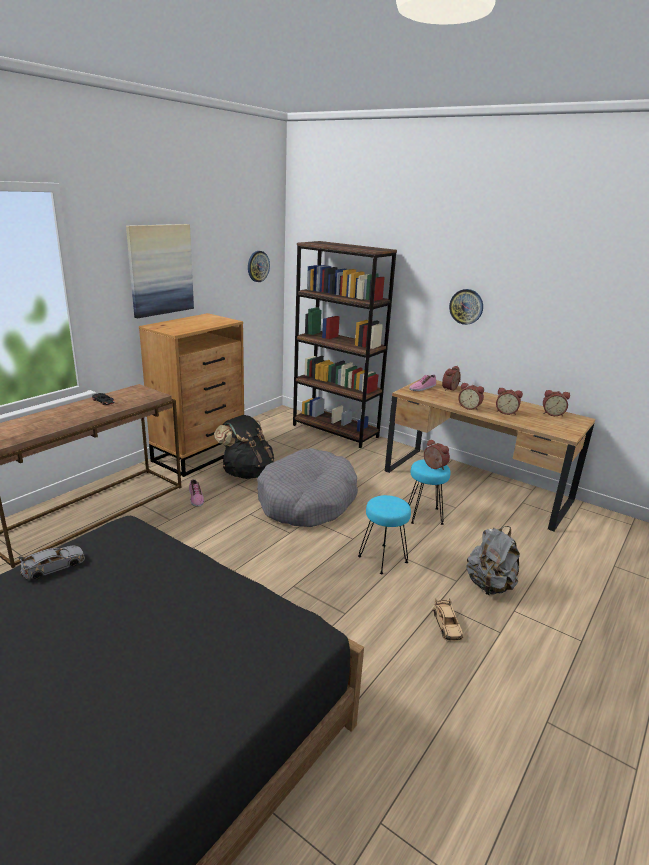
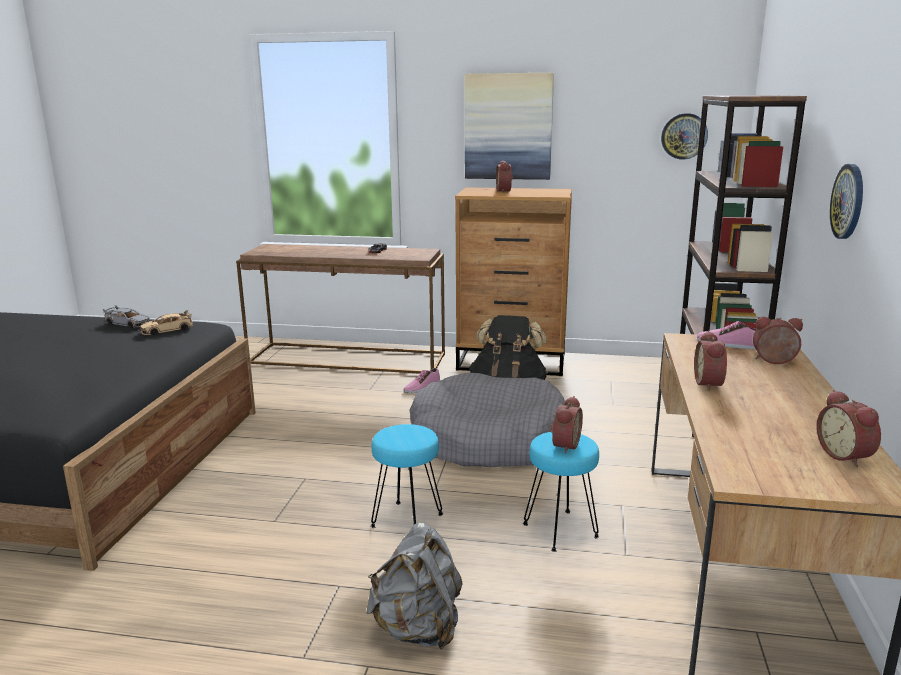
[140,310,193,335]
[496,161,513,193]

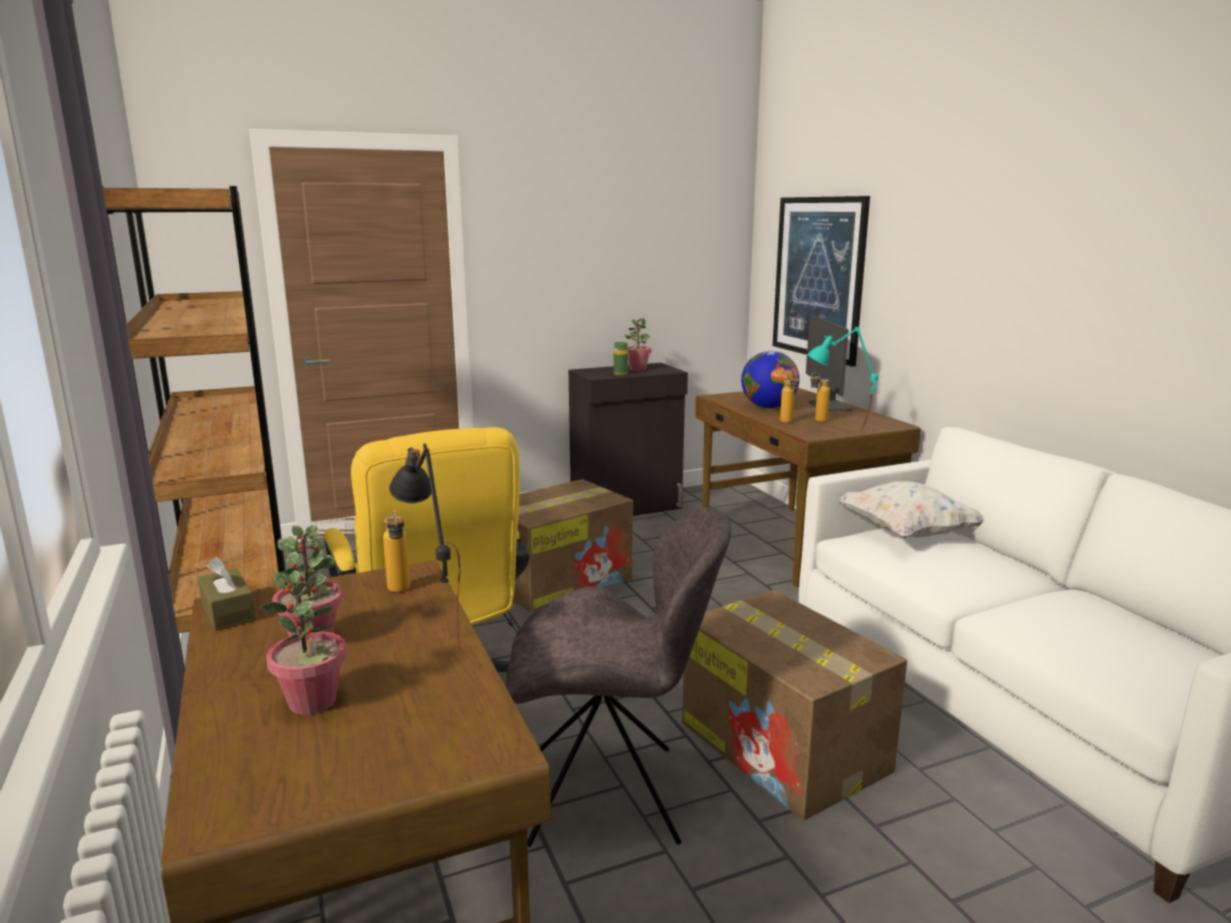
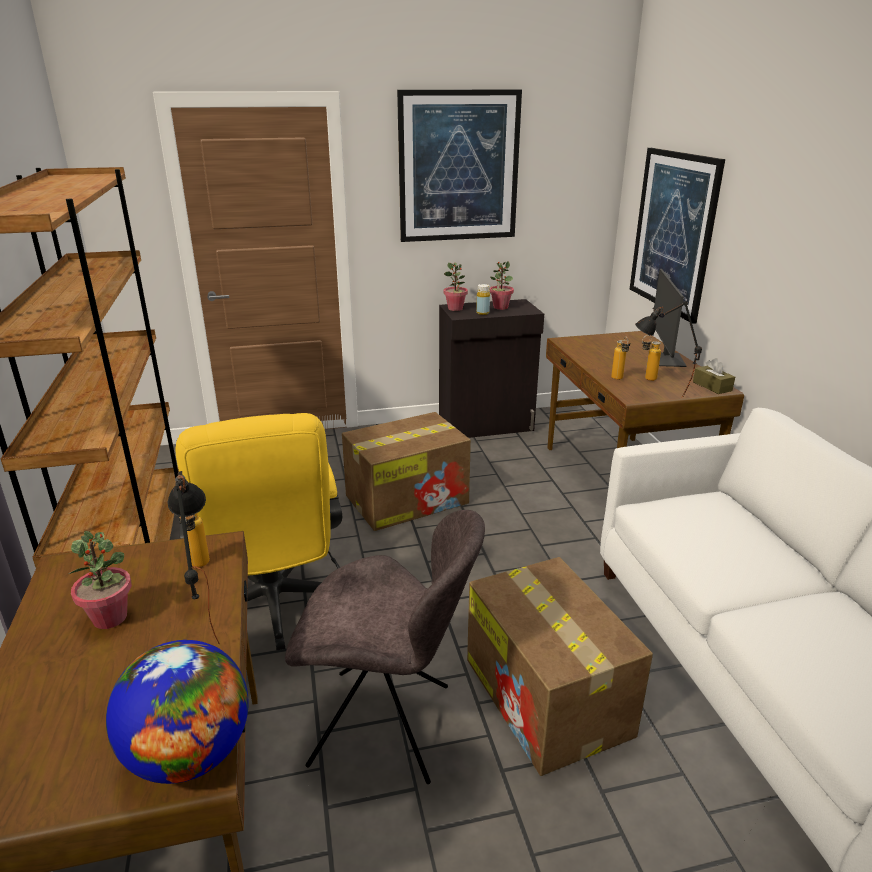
[838,481,984,539] (first image)
[397,90,522,242]
[693,358,735,394]
[444,262,468,311]
[106,640,249,784]
[476,284,490,315]
[635,301,702,398]

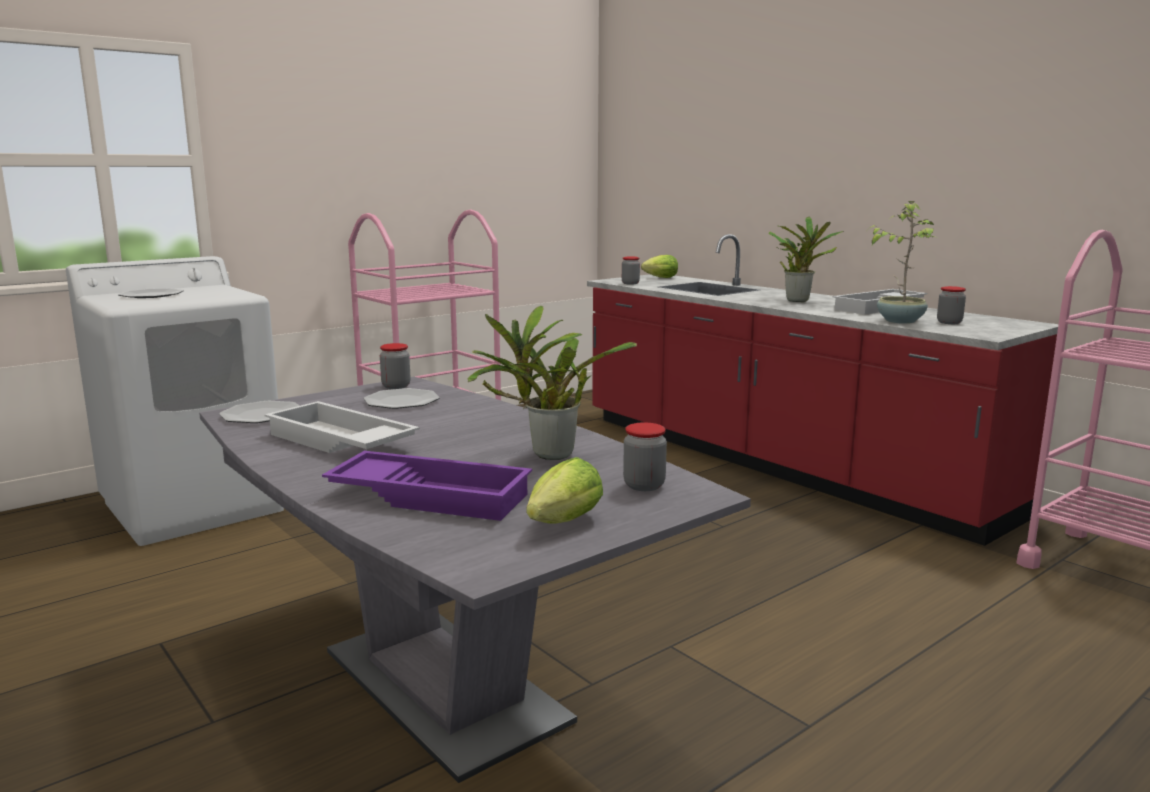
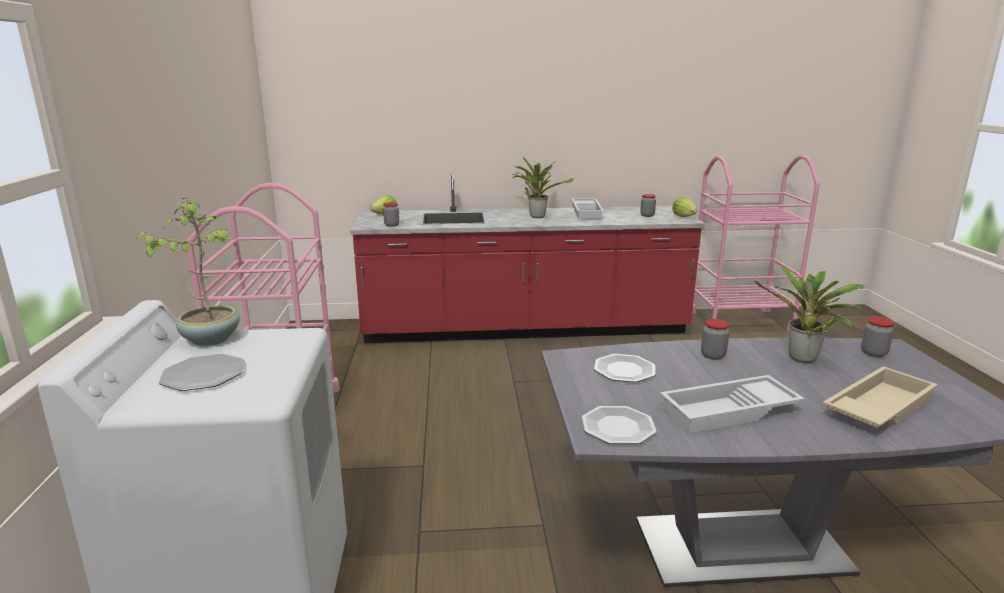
[701,319,729,360]
[672,197,698,217]
[134,197,240,346]
[823,366,938,428]

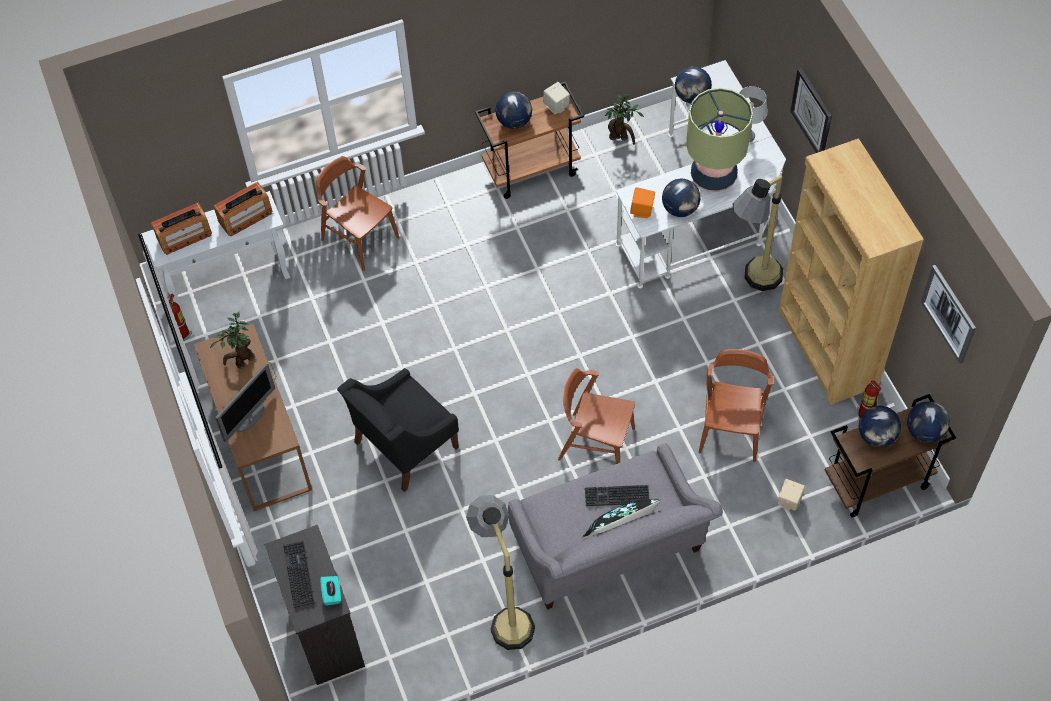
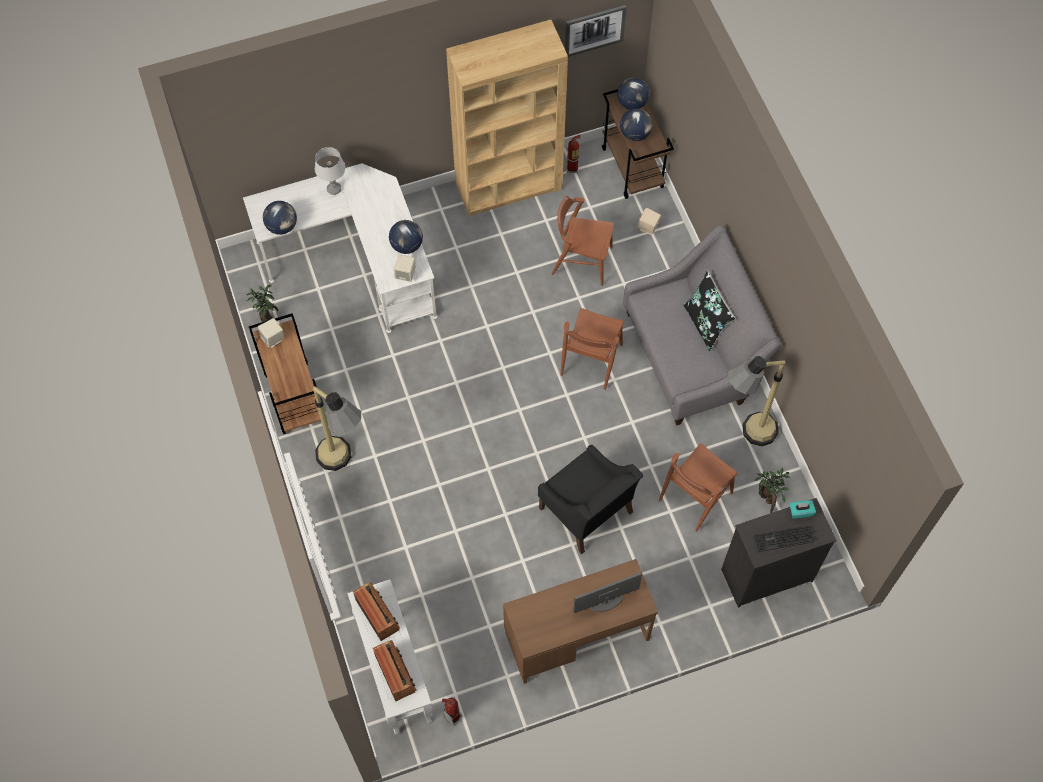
[495,92,532,129] (first image)
[585,485,649,506] (first image)
[686,88,753,192] (first image)
[790,68,832,153] (first image)
[754,467,790,513]
[659,443,737,532]
[313,386,361,471]
[394,255,416,282]
[573,572,642,613]

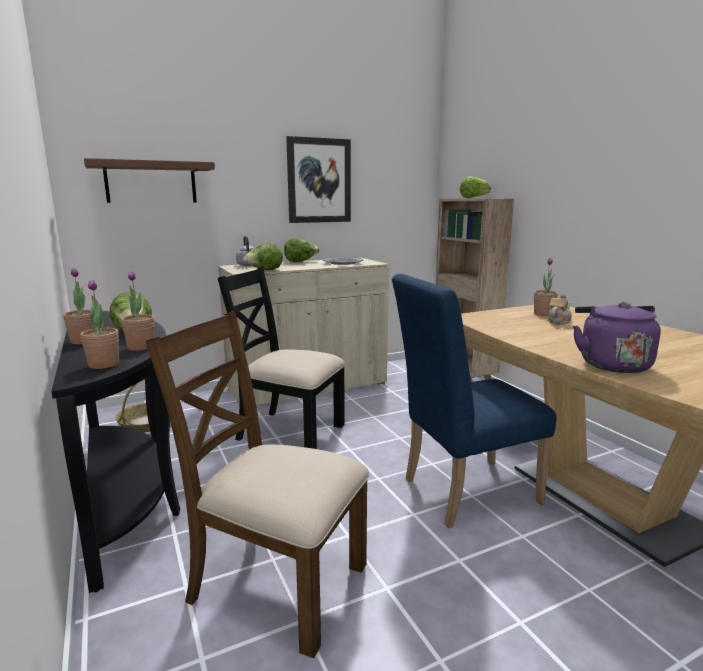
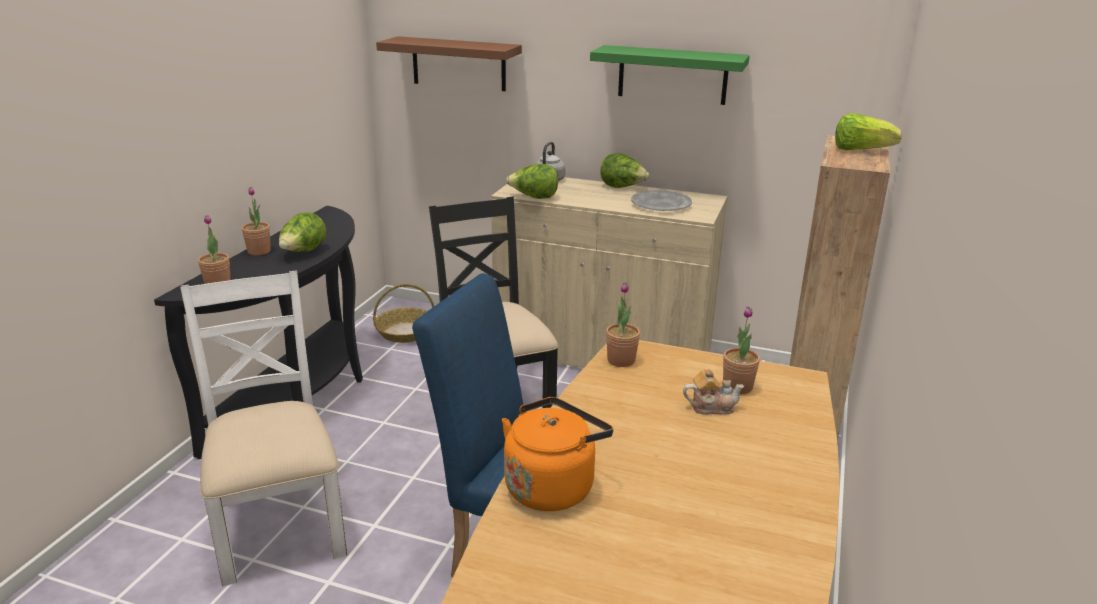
[606,282,640,367]
[590,45,750,105]
[180,271,347,586]
[502,397,613,511]

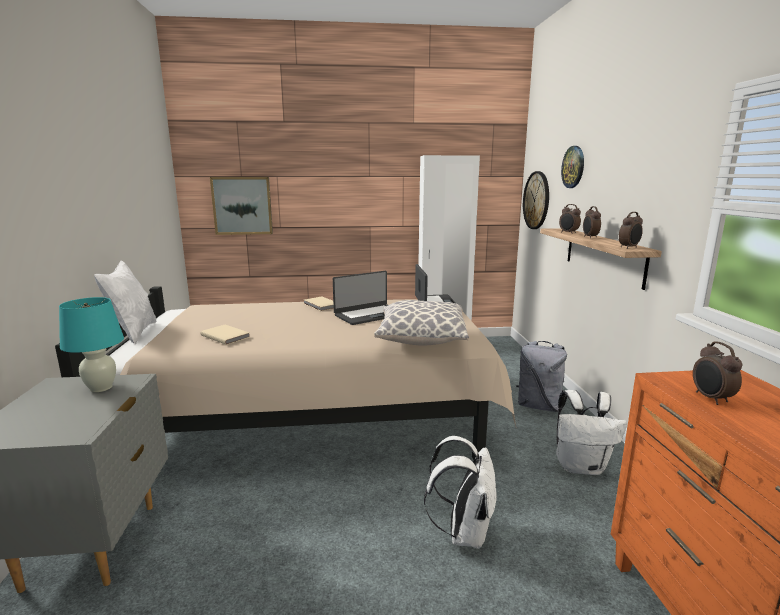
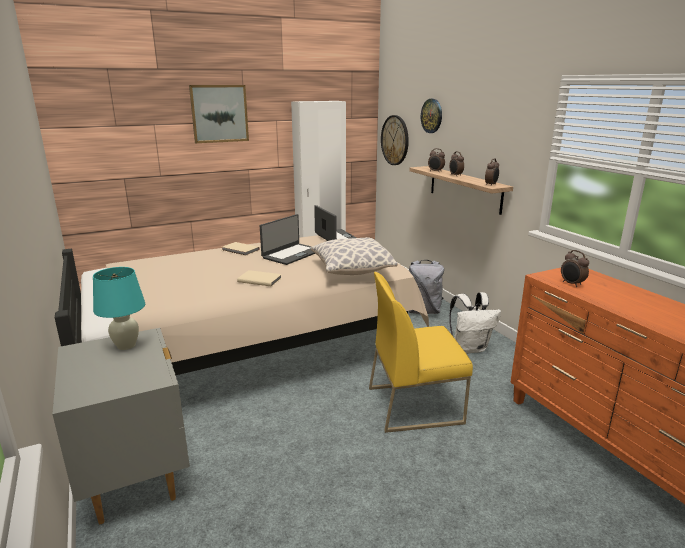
[94,260,157,344] (first image)
[237,270,282,287]
[189,85,249,143]
[369,272,473,433]

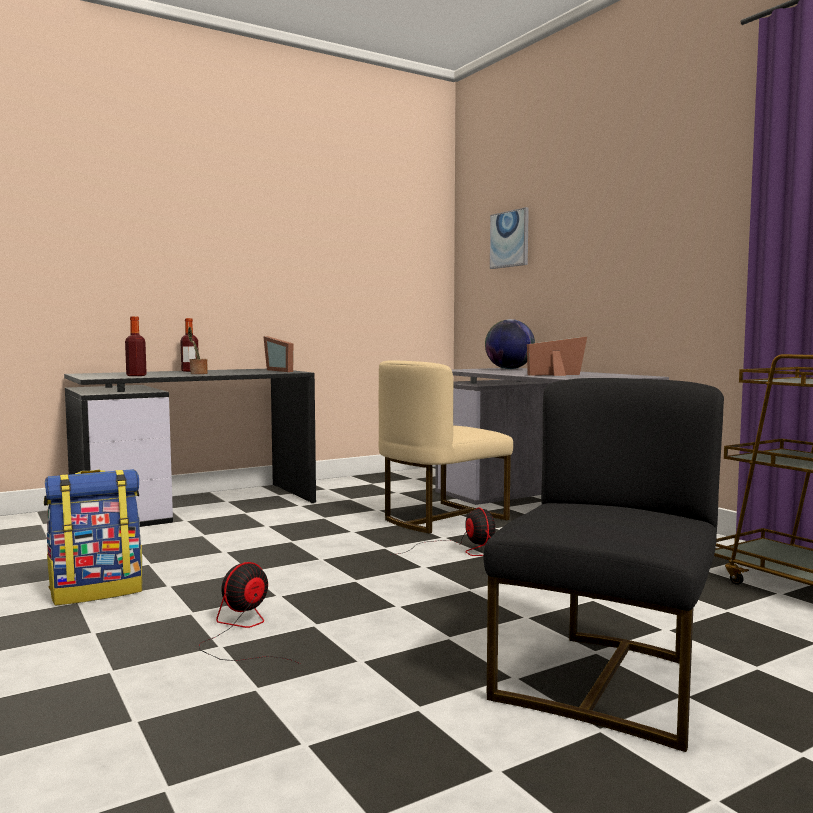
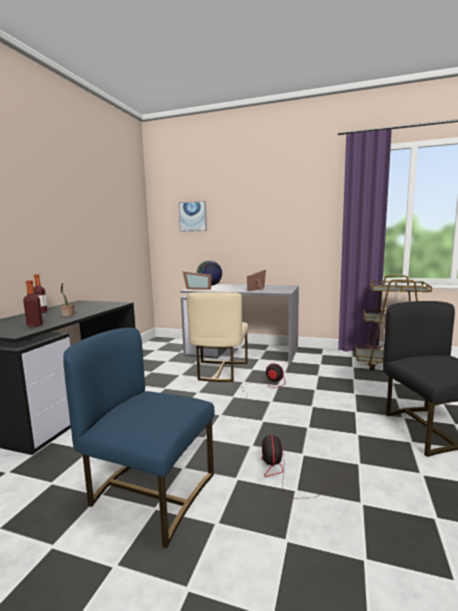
[183,271,211,290]
[63,328,215,548]

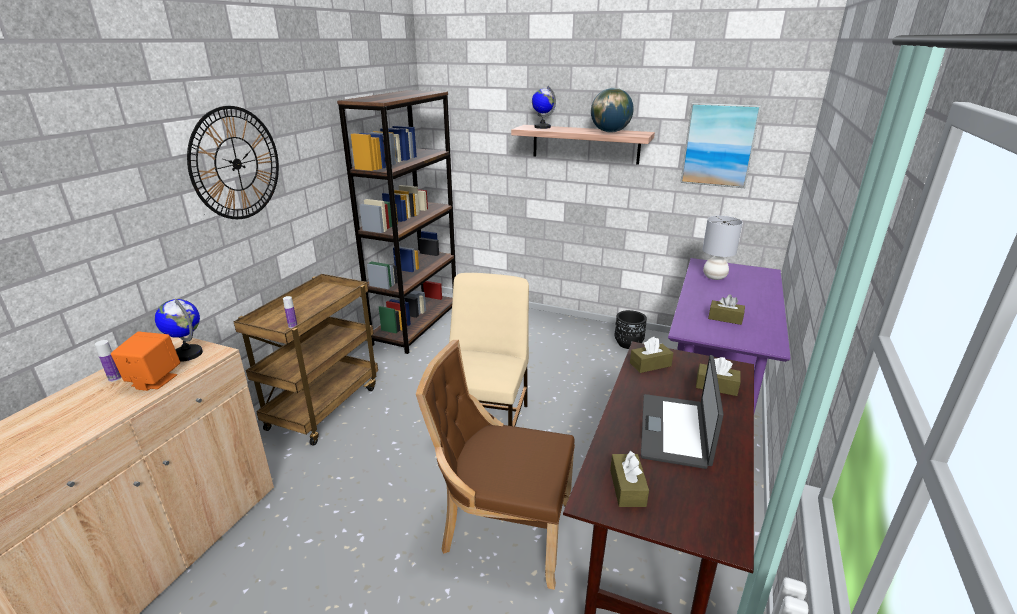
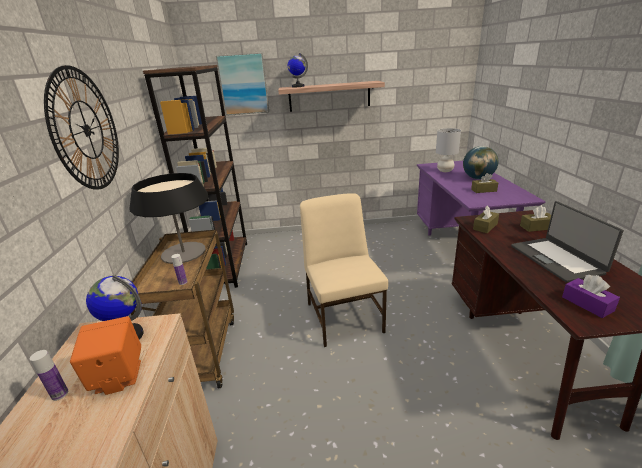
[416,340,575,590] (first image)
[615,310,647,349] (first image)
[129,173,209,264]
[463,146,499,179]
[216,53,269,116]
[562,275,620,318]

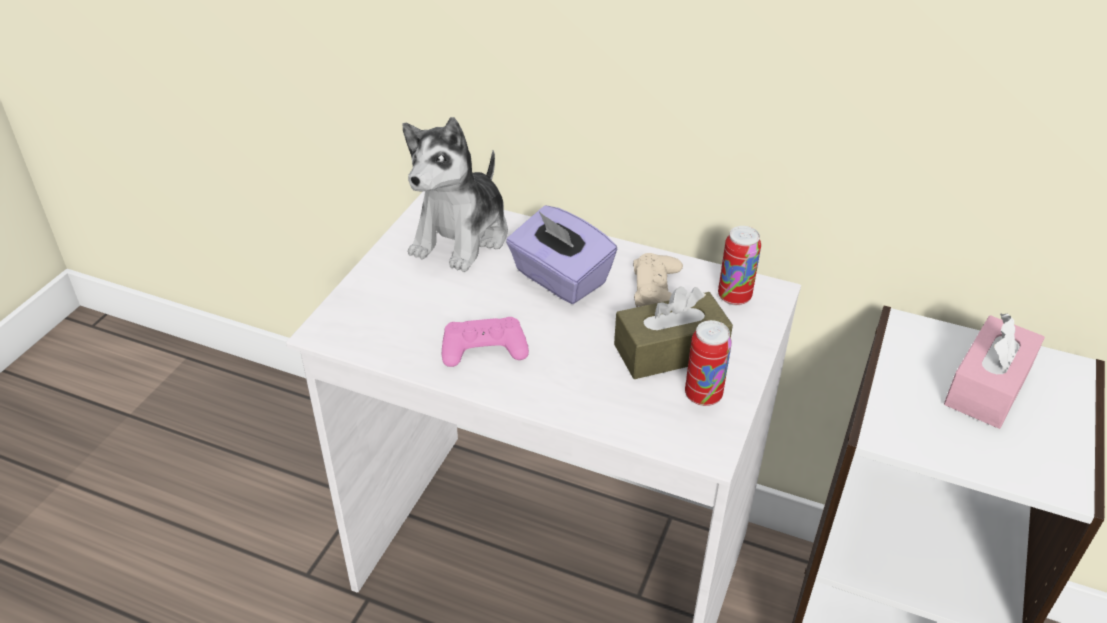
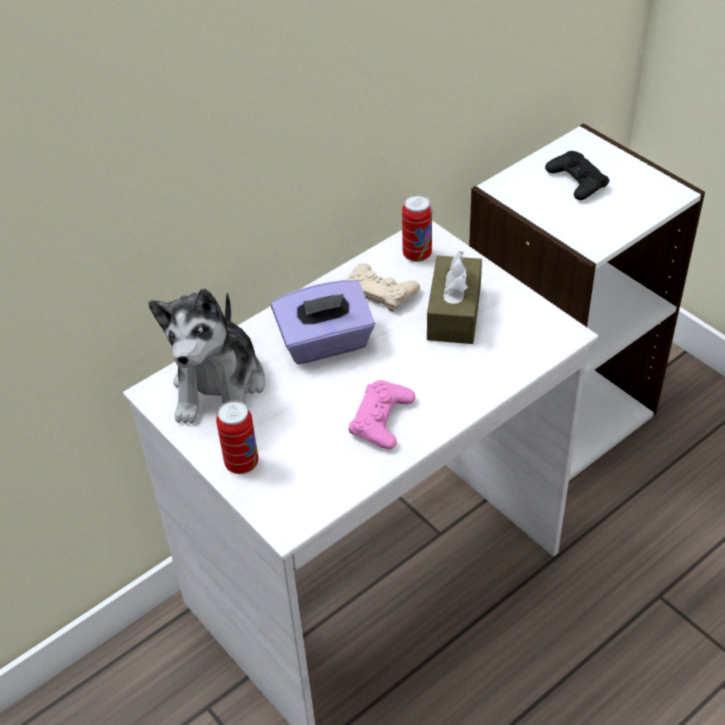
[216,401,258,474]
[545,151,609,200]
[148,288,265,424]

